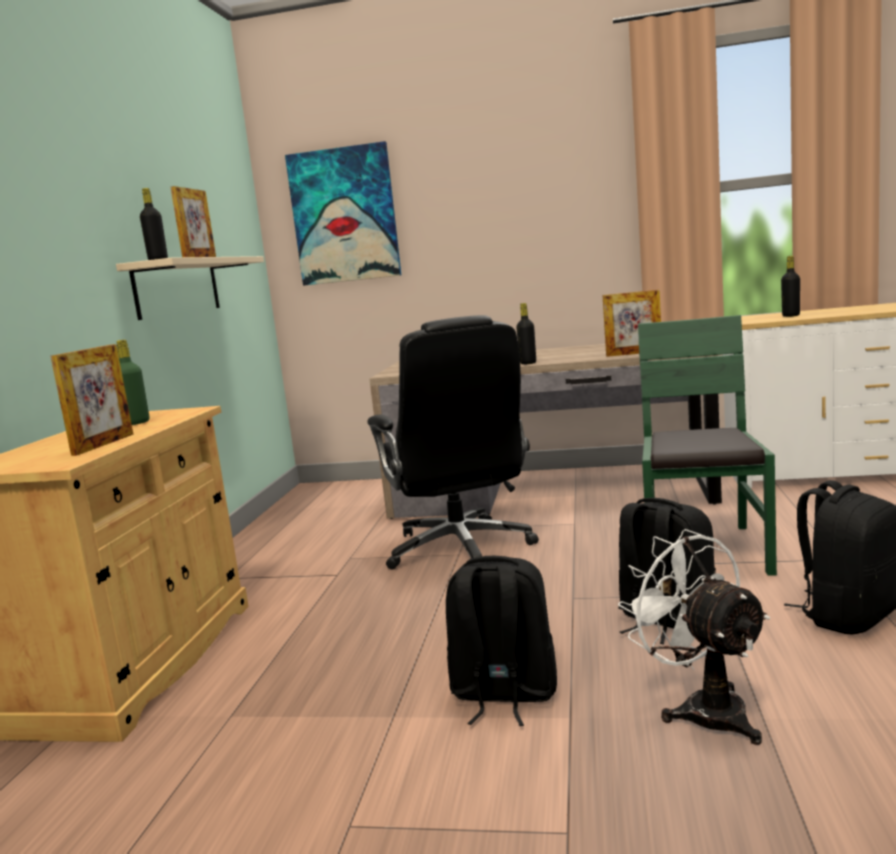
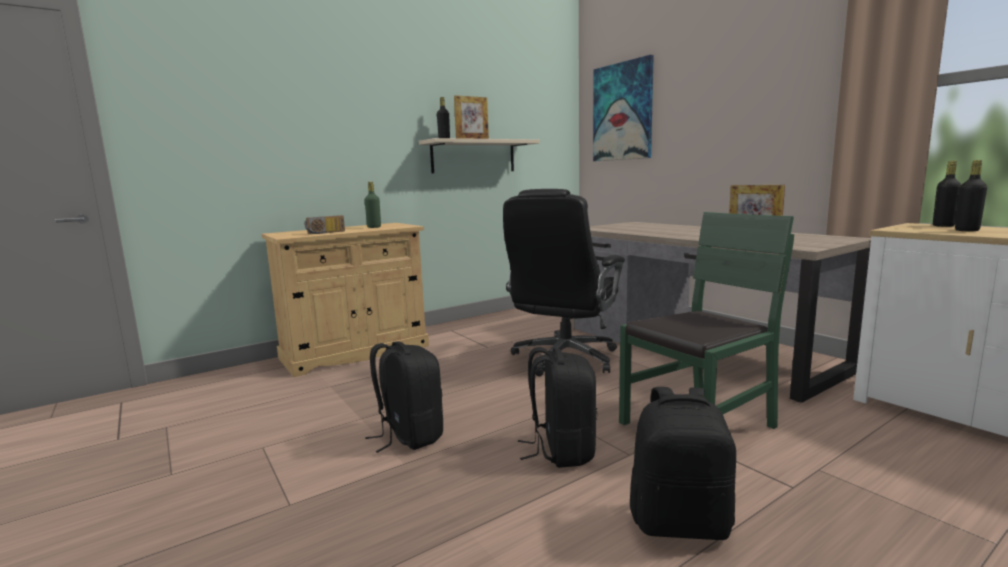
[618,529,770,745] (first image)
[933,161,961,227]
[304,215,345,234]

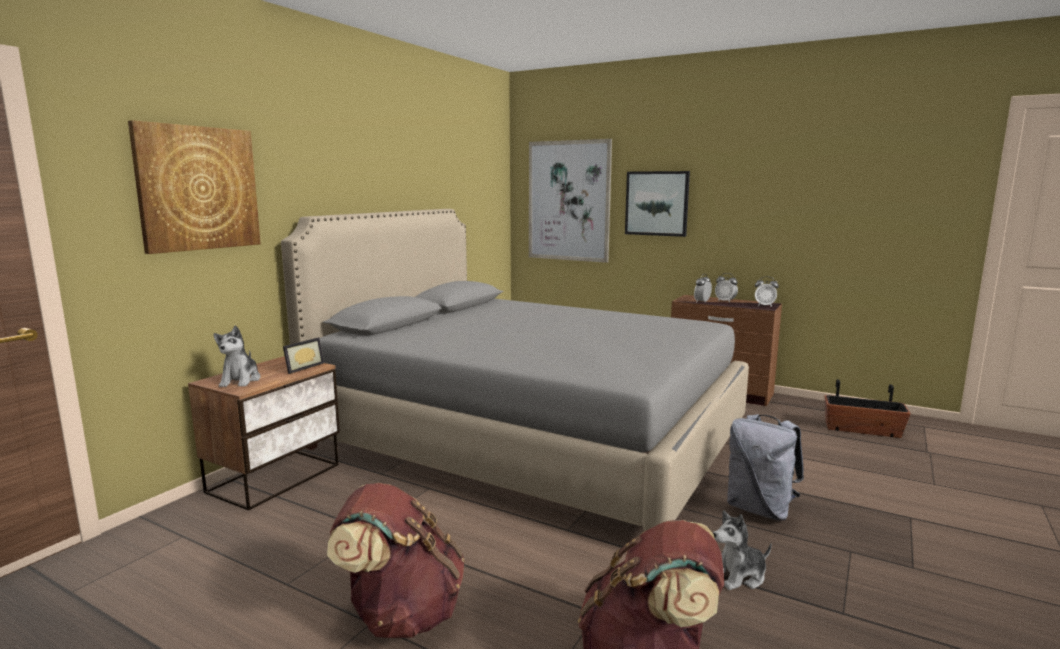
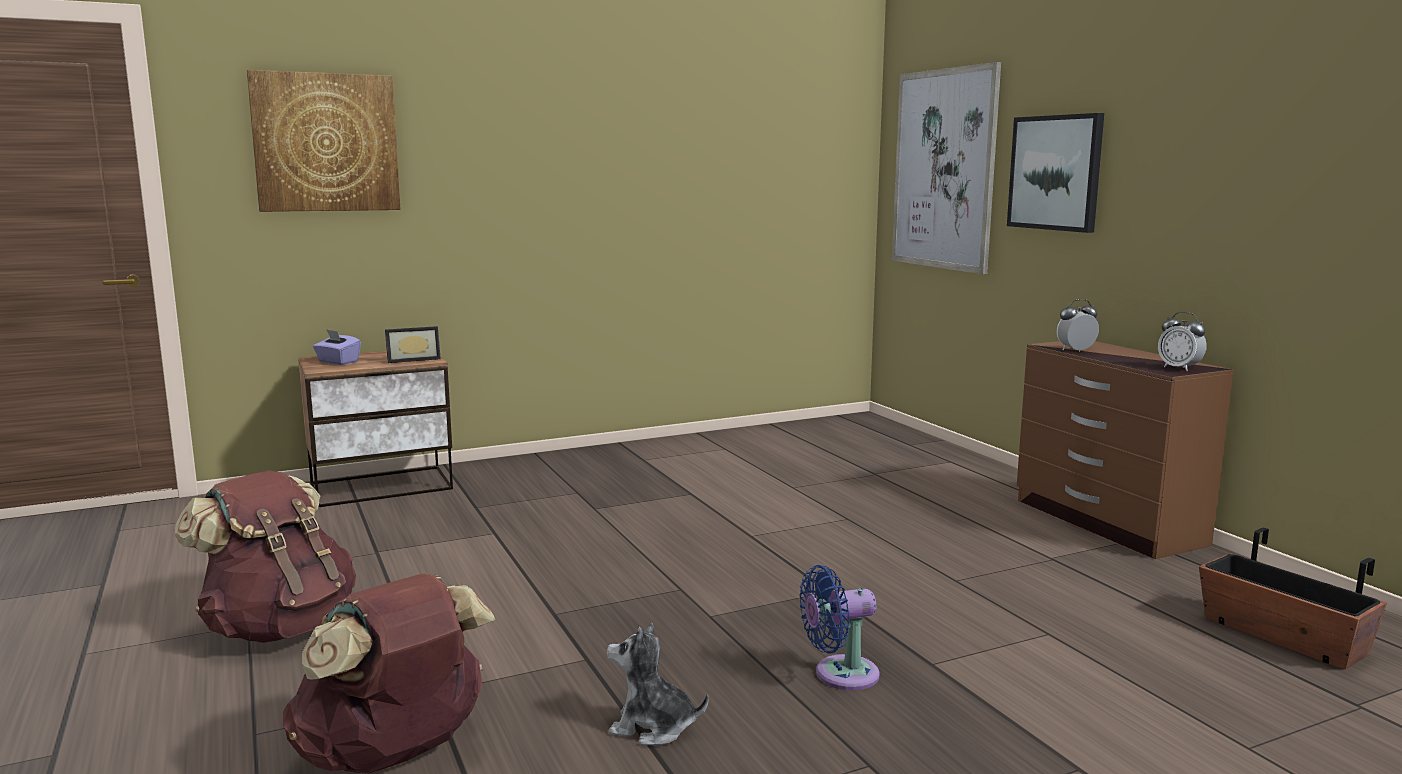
[281,209,749,531] (first image)
[715,273,738,303] (first image)
[313,329,361,365]
[799,565,880,690]

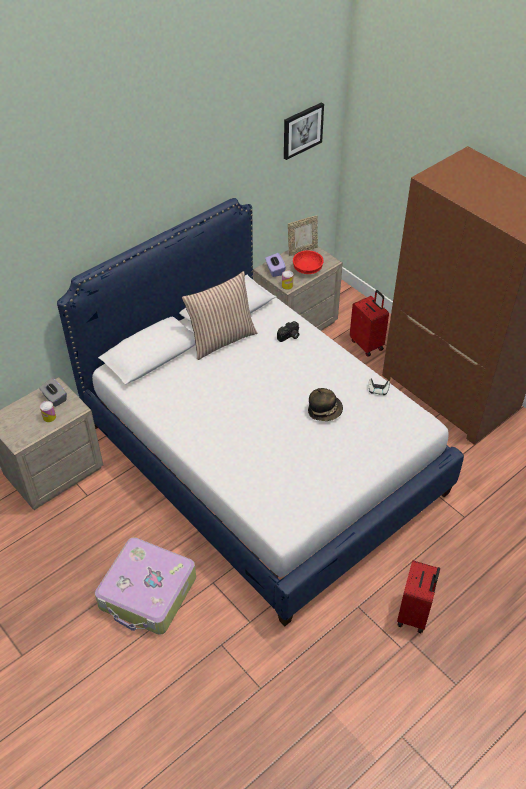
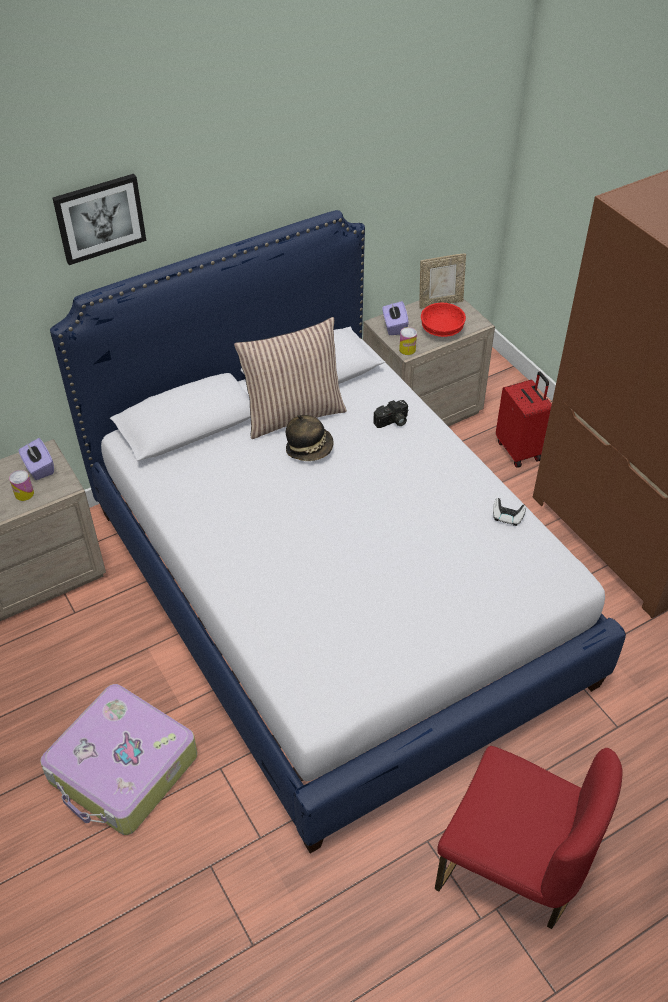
[53,174,146,265]
[286,415,334,461]
[435,746,622,929]
[19,438,54,480]

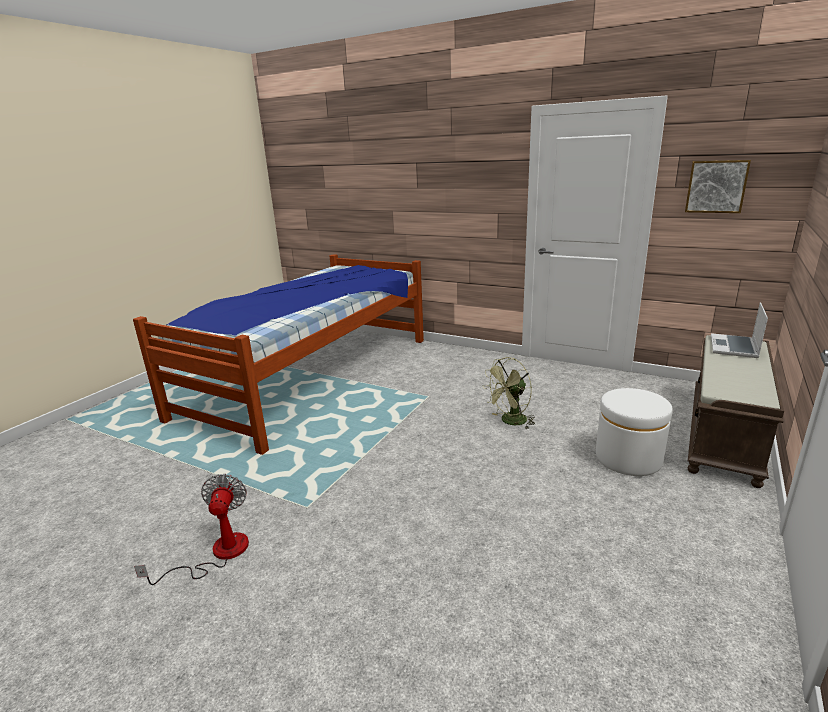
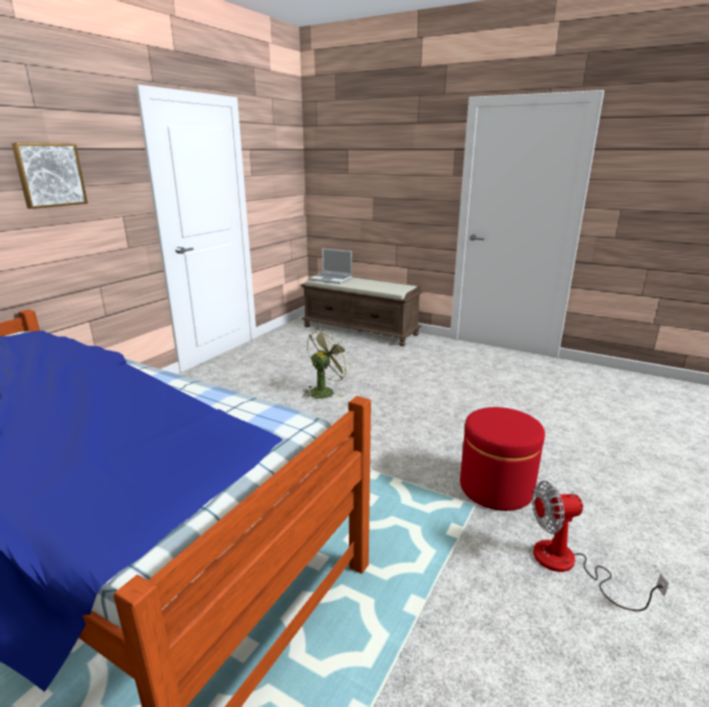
[596,388,673,476] (first image)
[460,407,545,511]
[11,143,88,209]
[302,329,352,399]

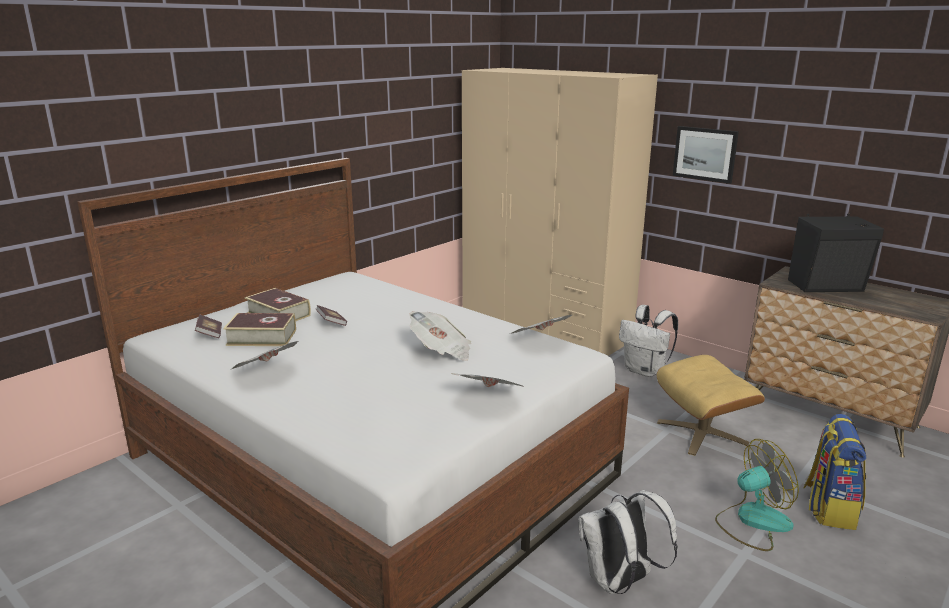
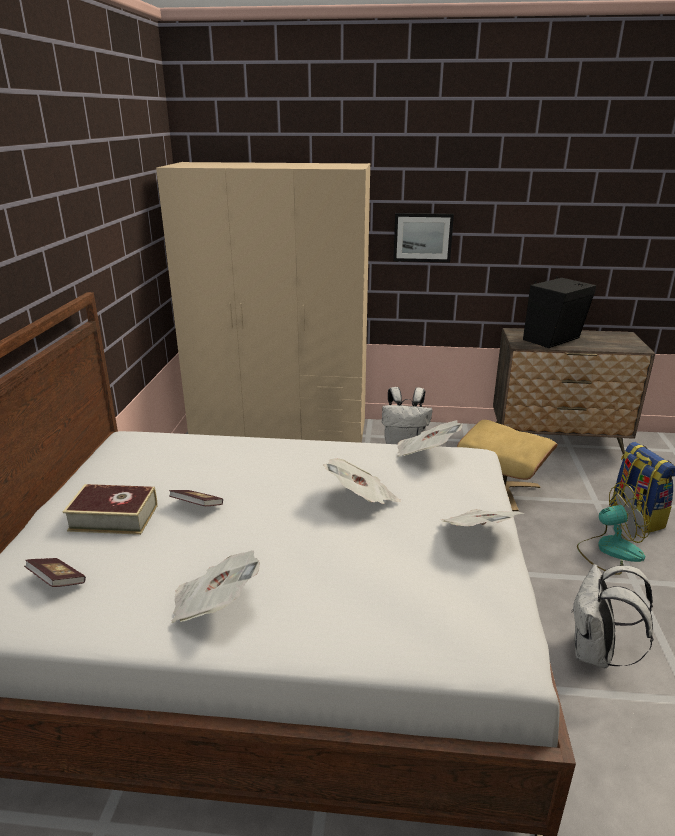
[223,313,296,346] (first image)
[577,482,650,575]

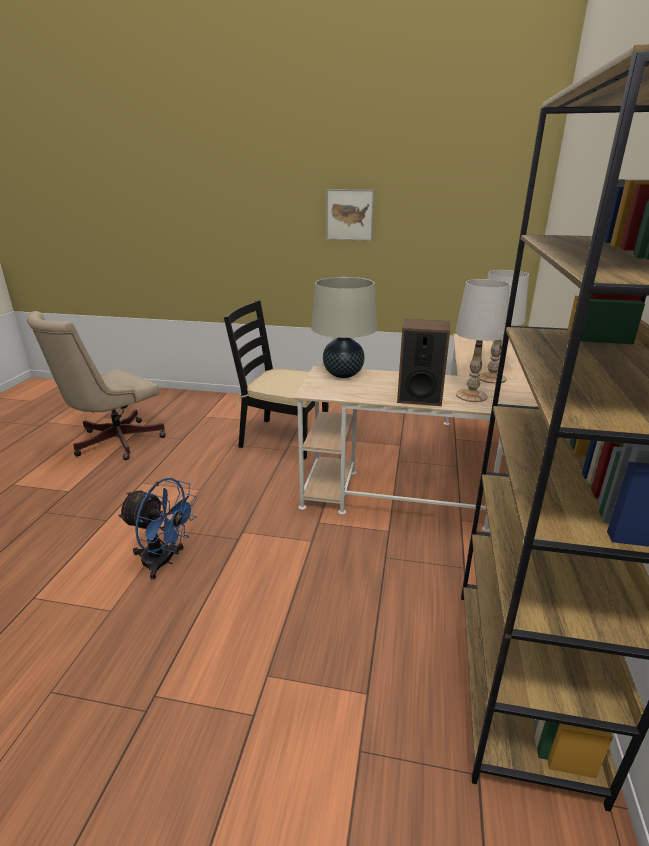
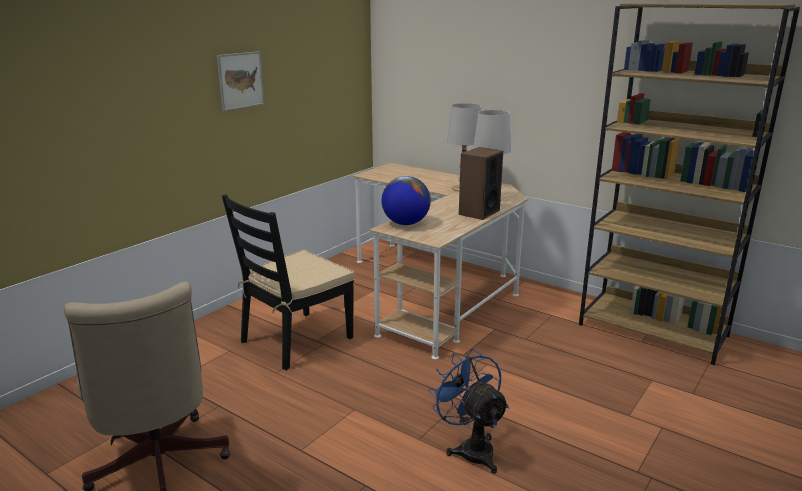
[381,176,431,225]
[428,349,509,473]

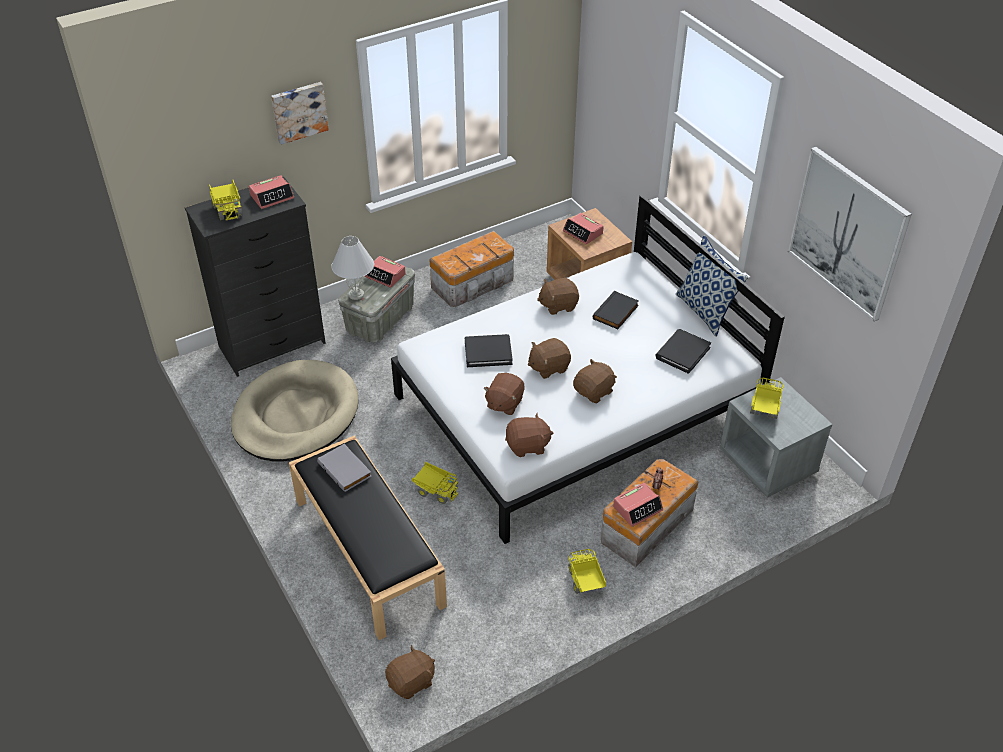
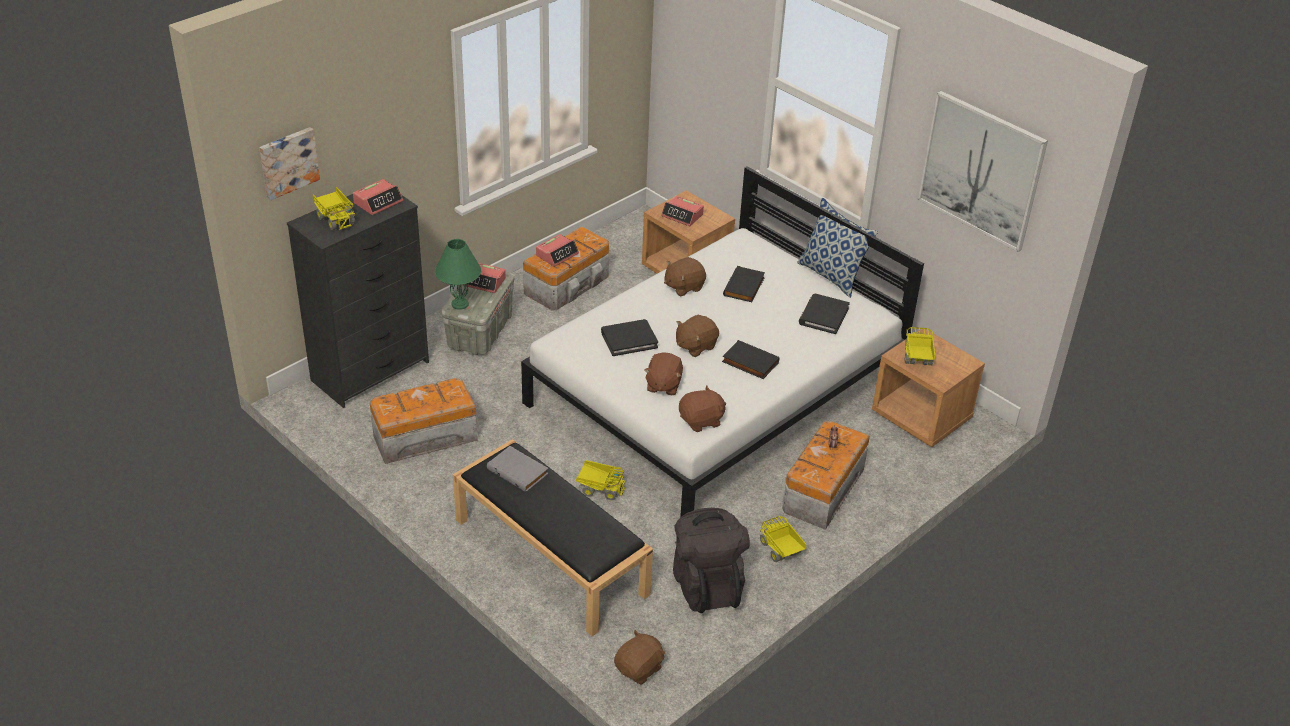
[673,508,750,613]
[259,127,320,200]
[536,234,579,267]
[370,378,478,464]
[722,340,779,379]
[435,239,481,310]
[872,329,985,447]

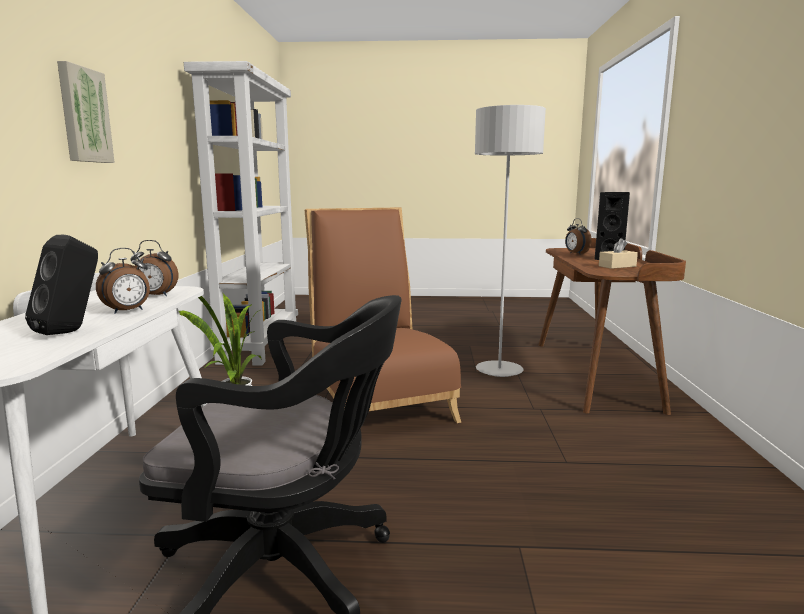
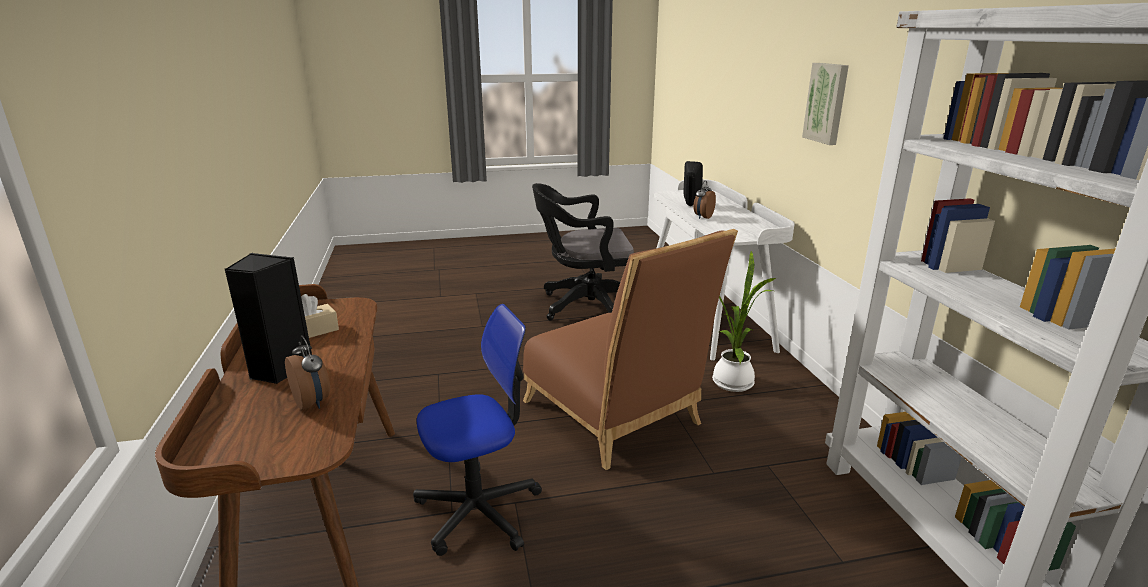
[130,240,179,296] (first image)
[413,304,542,556]

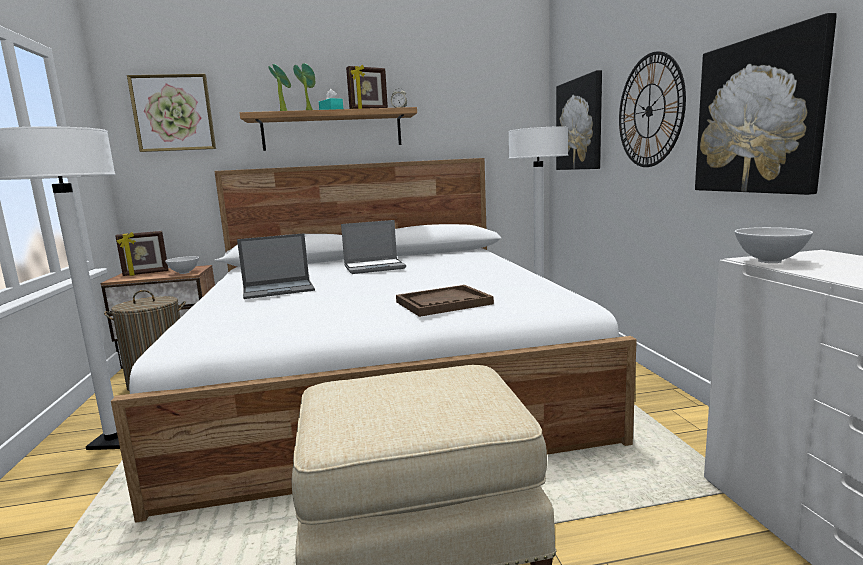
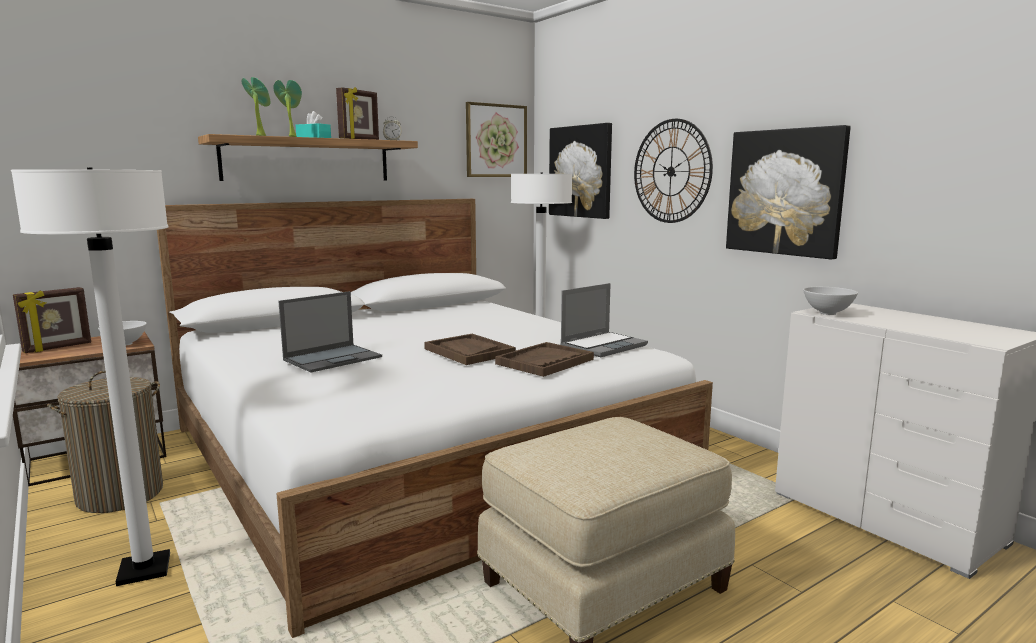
[424,334,516,365]
[466,102,527,177]
[560,283,648,357]

